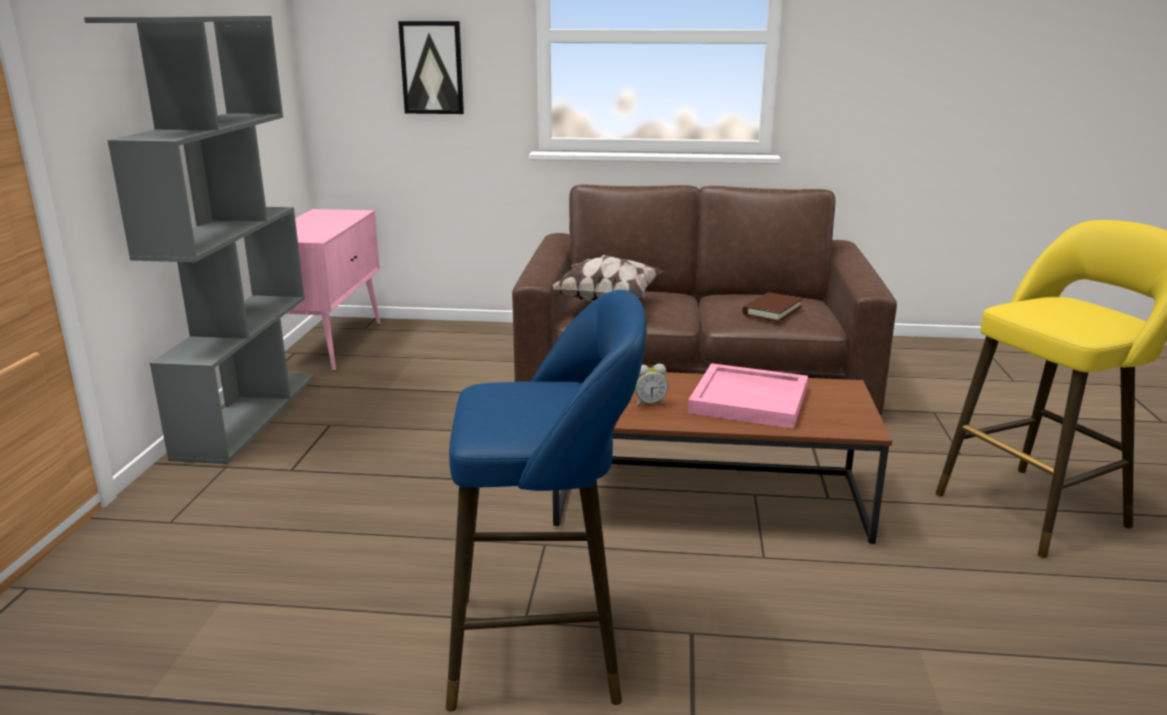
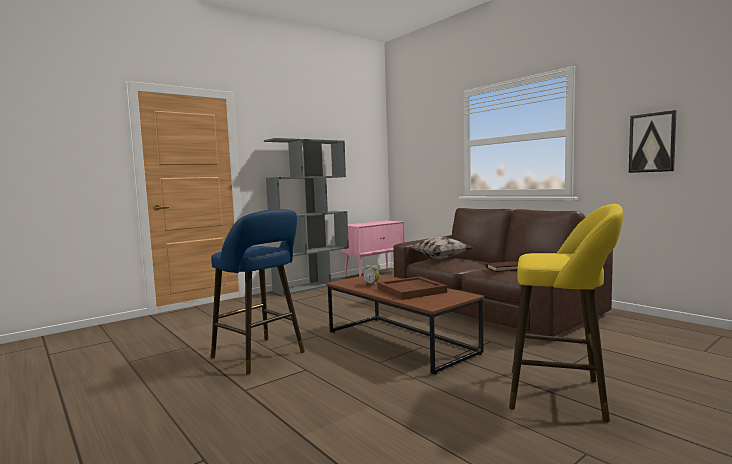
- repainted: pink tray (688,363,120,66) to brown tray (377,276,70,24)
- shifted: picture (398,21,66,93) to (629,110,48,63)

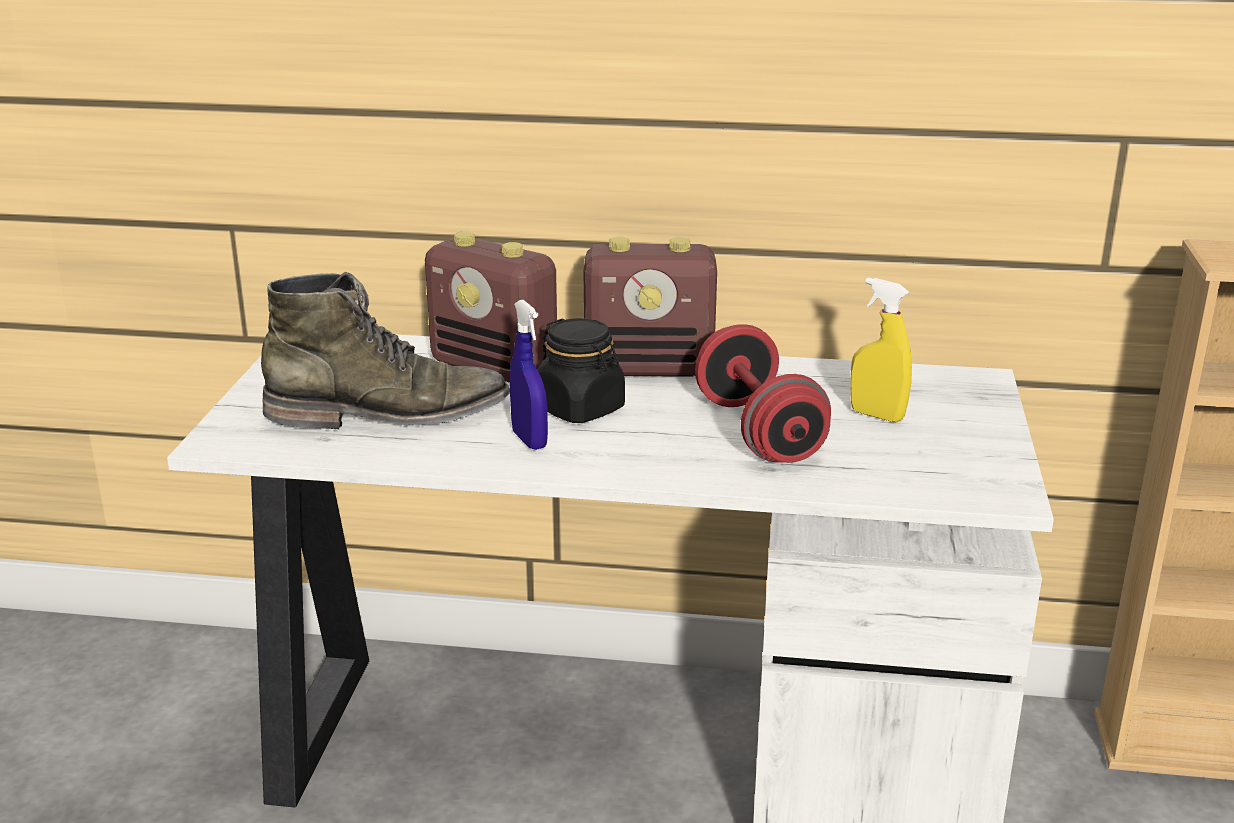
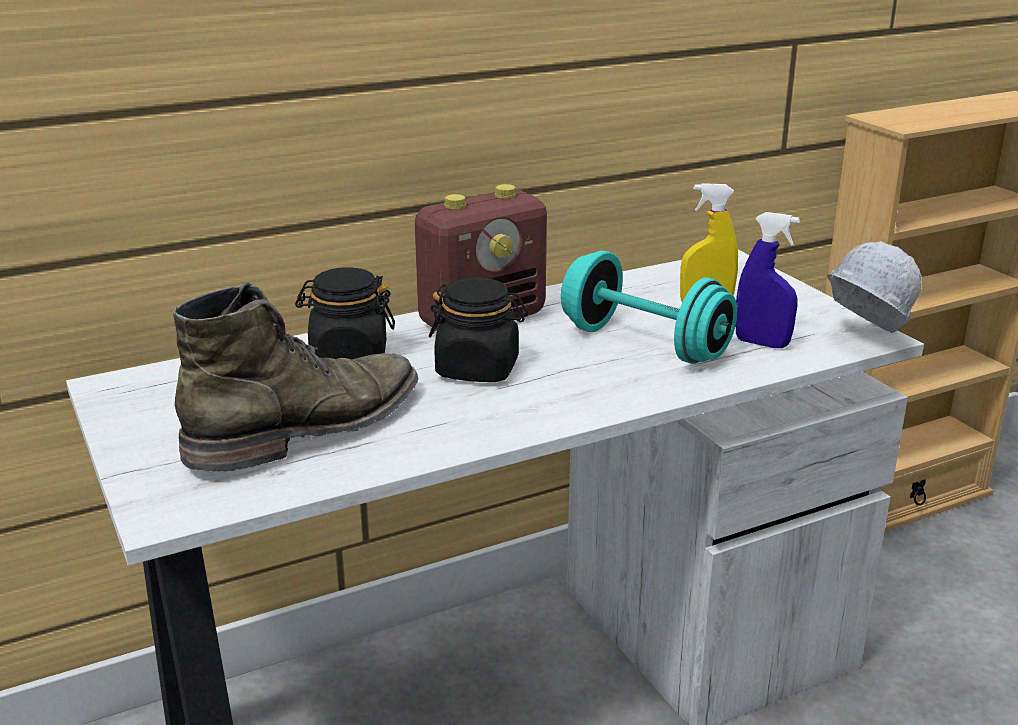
- swapped: radio (425,231,132,152) to black jar (295,267,100,93)
- repainted: red dumbbell (695,324,136,139) to turquoise dumbbell (561,251,176,113)
- shifted: blue spray bottle (510,300,38,150) to (736,212,64,136)
- new: white hard hat (827,241,95,92)

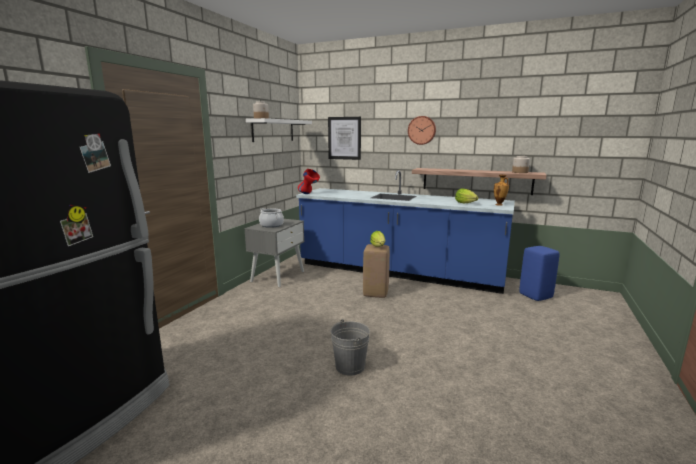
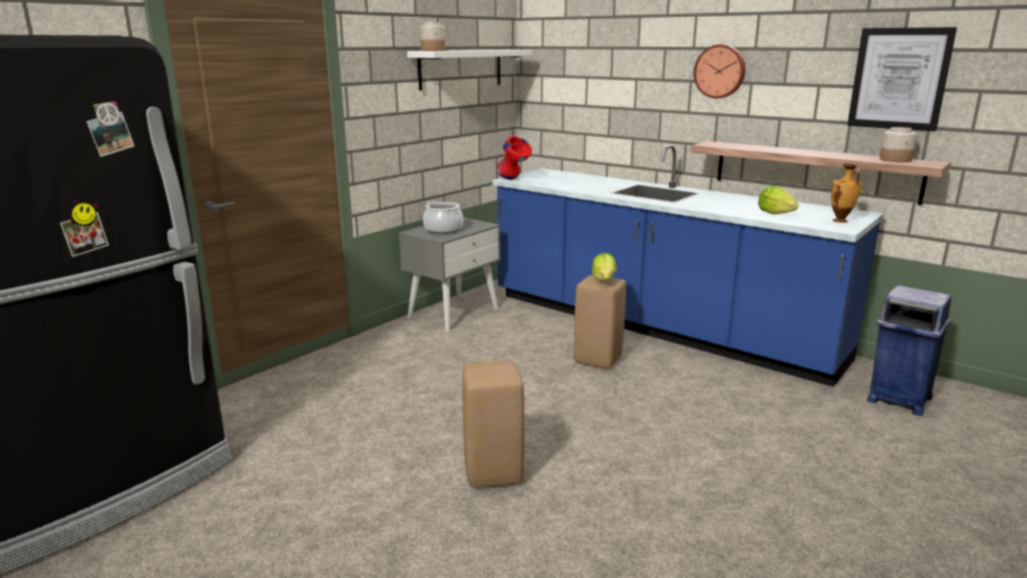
- swapped: grey bucket (330,319,40,57) to beige stool (462,361,62,127)
- shifted: picture (328,117,33,43) to (847,27,110,105)
- swapped: blue stool (519,246,41,55) to blue trash can (867,285,84,131)

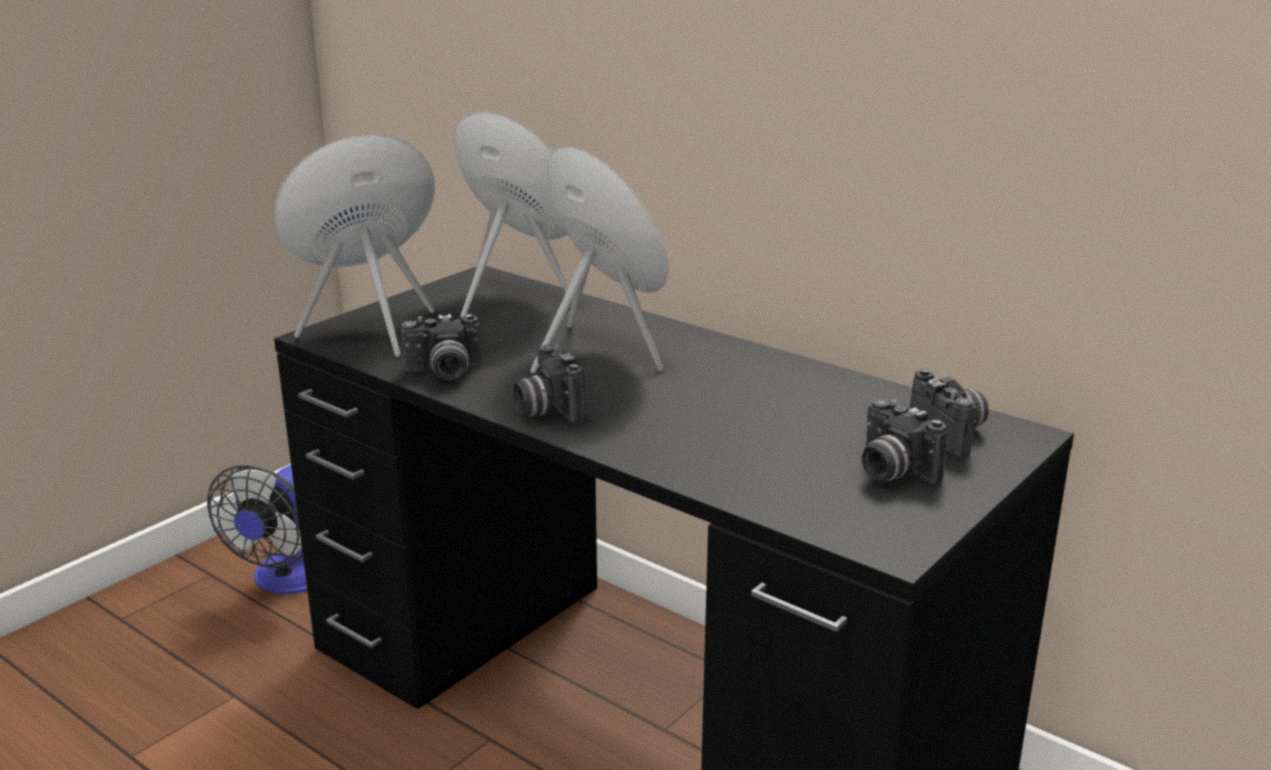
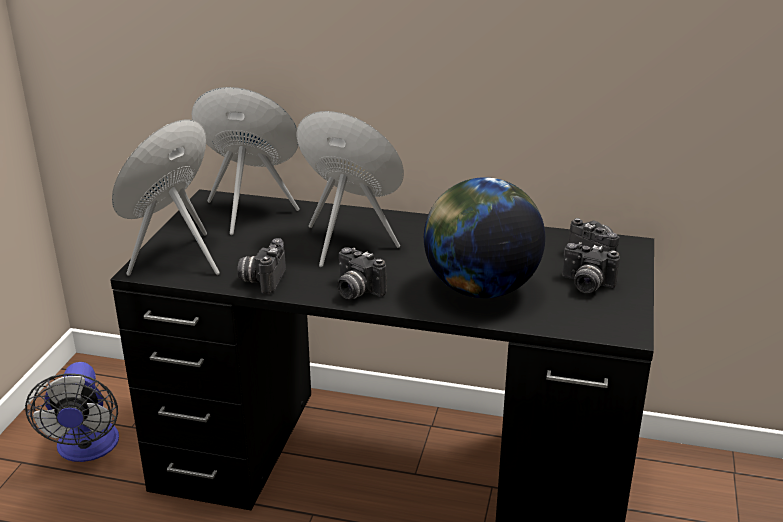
- rotated: photo camera (401,314,81,66) = (237,238,49,56) 135 degrees clockwise
- new: globe (424,177,121,121)

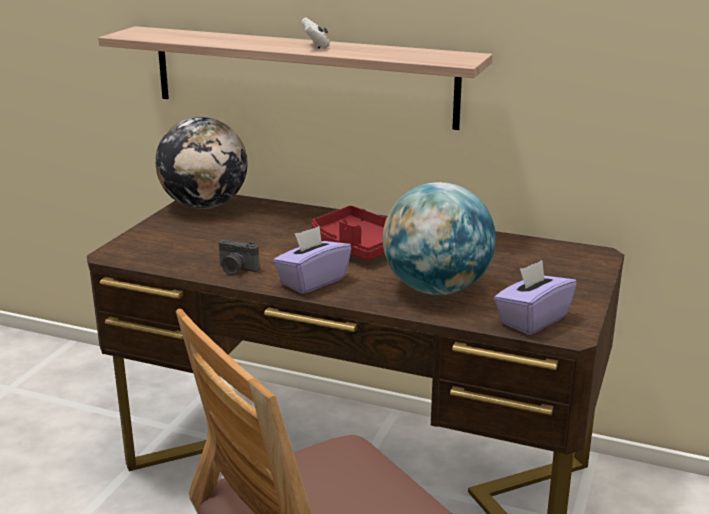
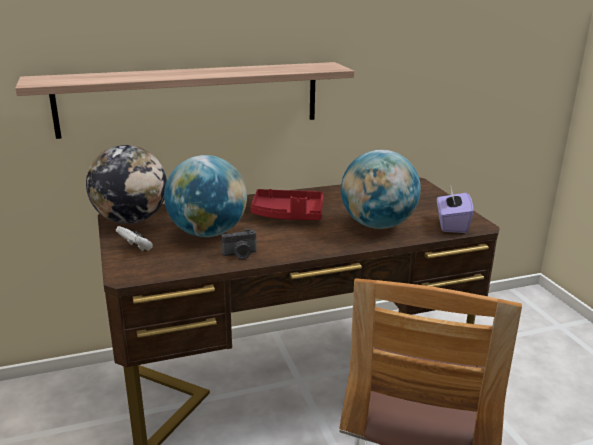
- shifted: white game controller (301,17,29,32) to (116,226,37,25)
- new: globe (164,155,83,82)
- gone: purple tissue box (273,226,79,68)

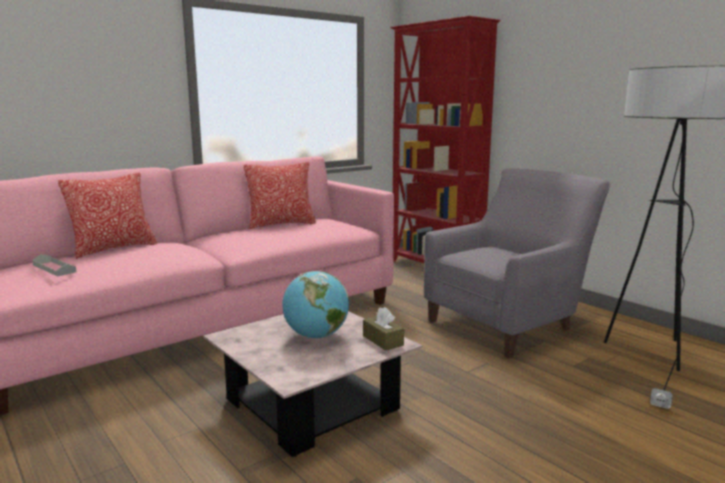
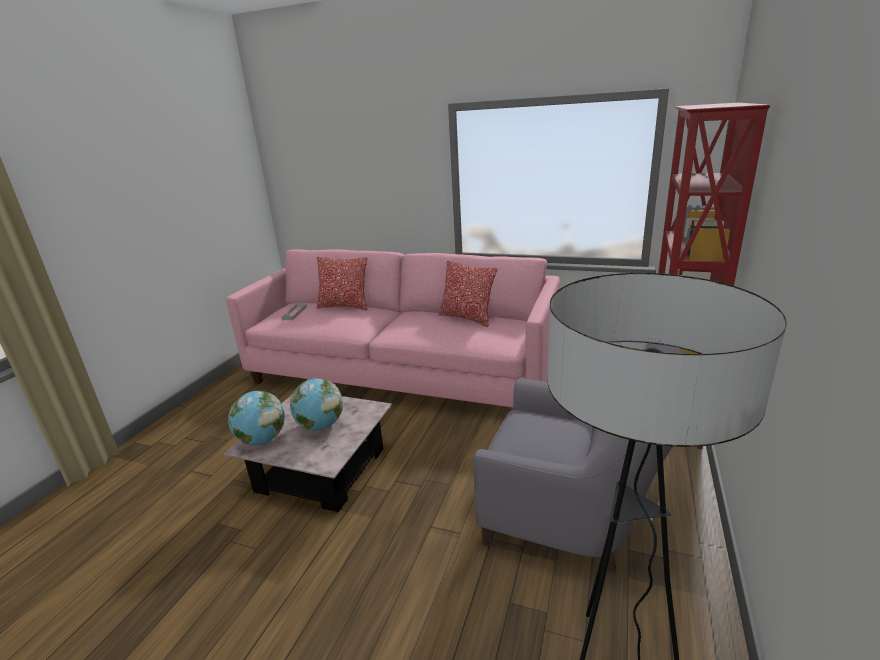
- new: globe (228,391,57,54)
- gone: brown tissue box (363,307,41,44)

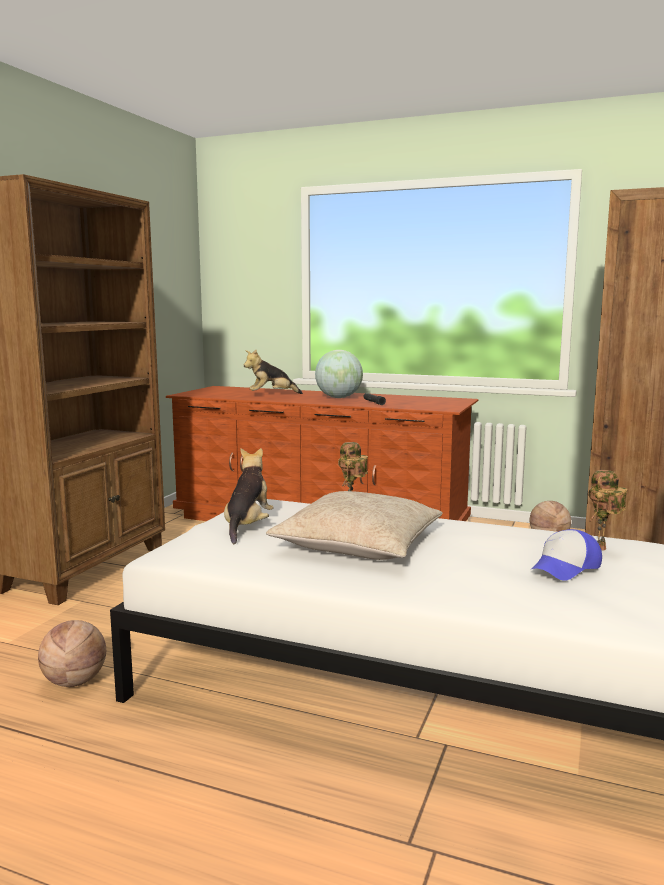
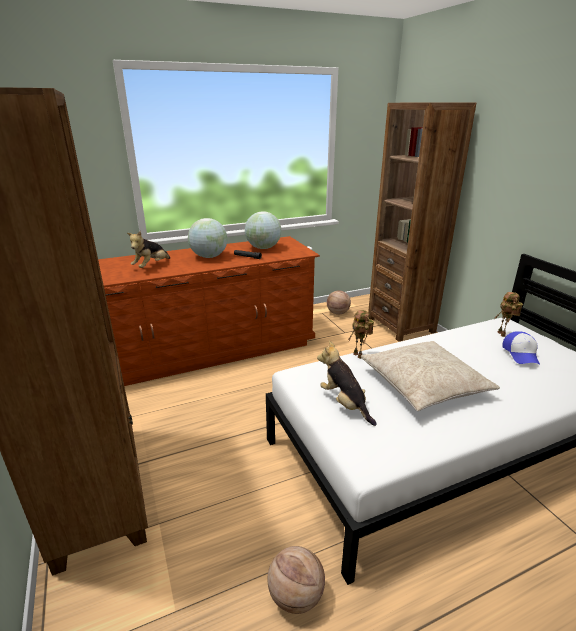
- new: globe (245,211,36,38)

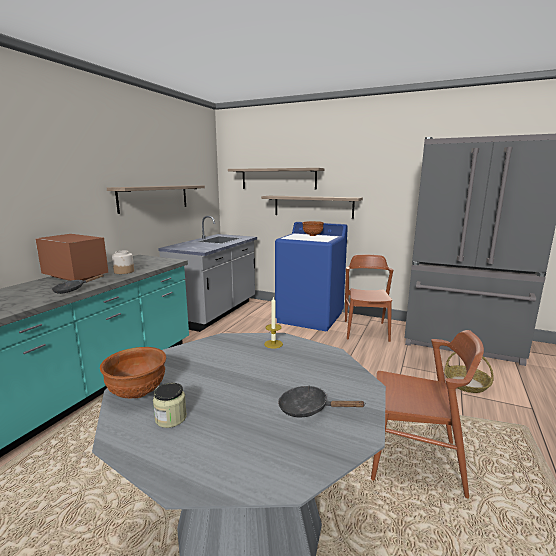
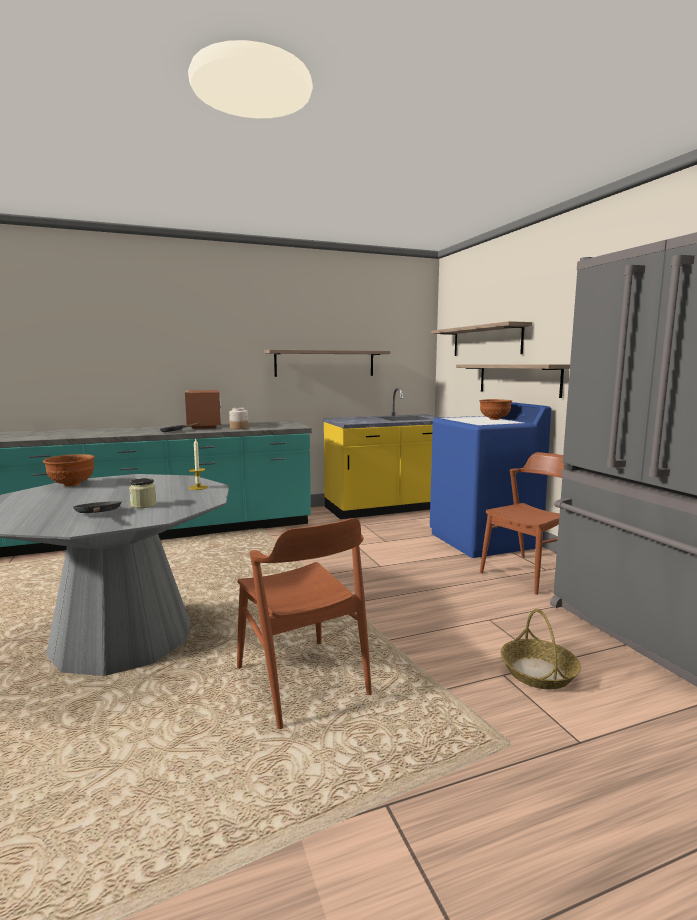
- shifted: jar (153,383,34,45) to (129,478,27,30)
- repainted: grey counter (158,216,99,116) to yellow counter (323,388,120,131)

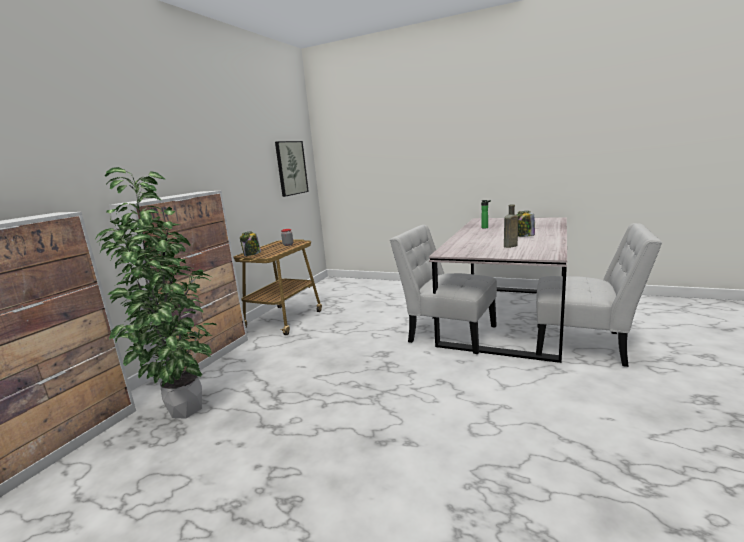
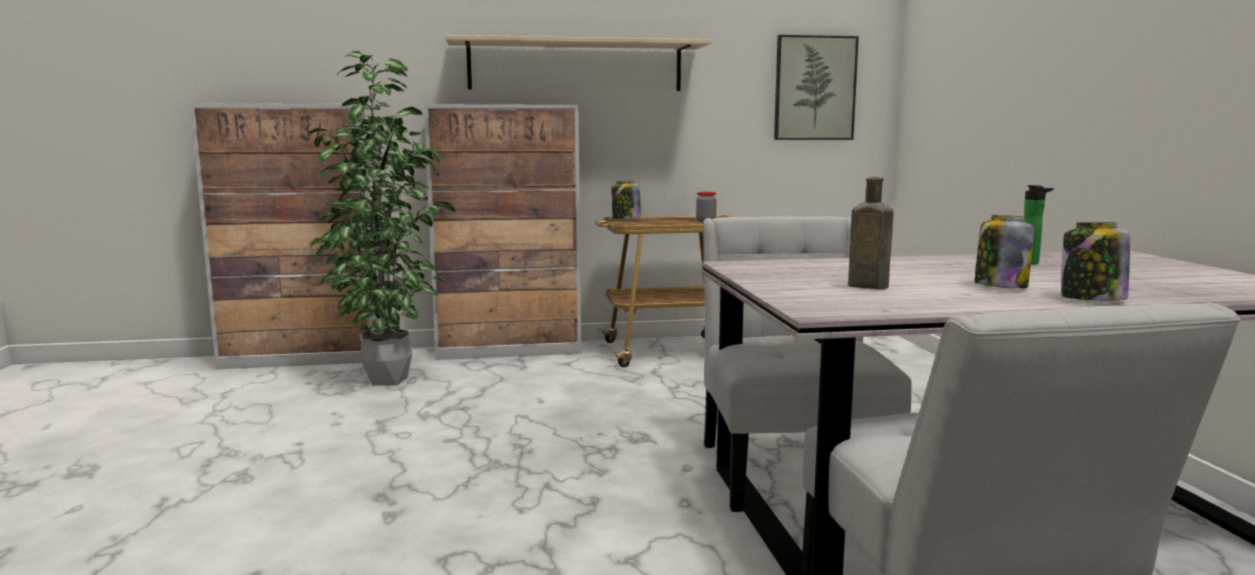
- new: beige shelf (445,35,266,56)
- new: jar (1061,222,69,78)

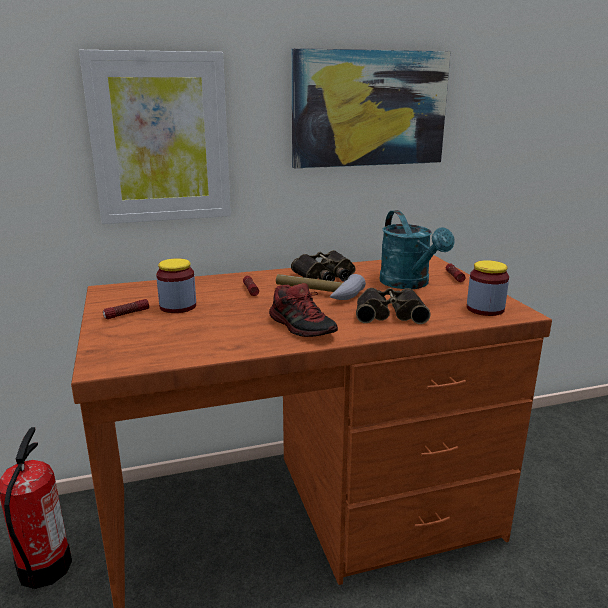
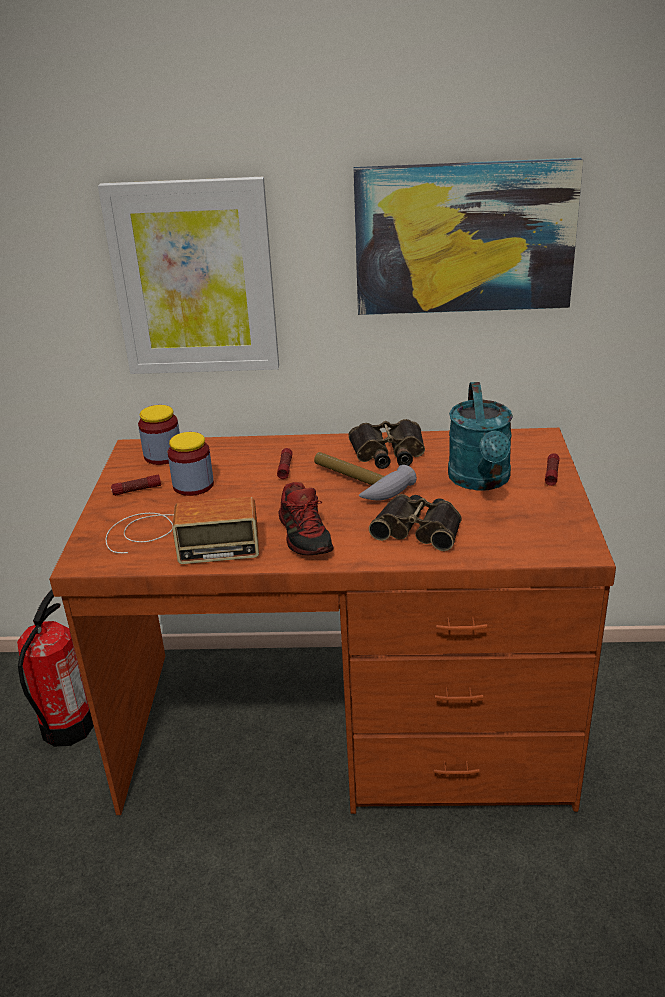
- new: radio (106,497,153,67)
- shifted: jar (467,260,42,56) to (138,405,42,60)

